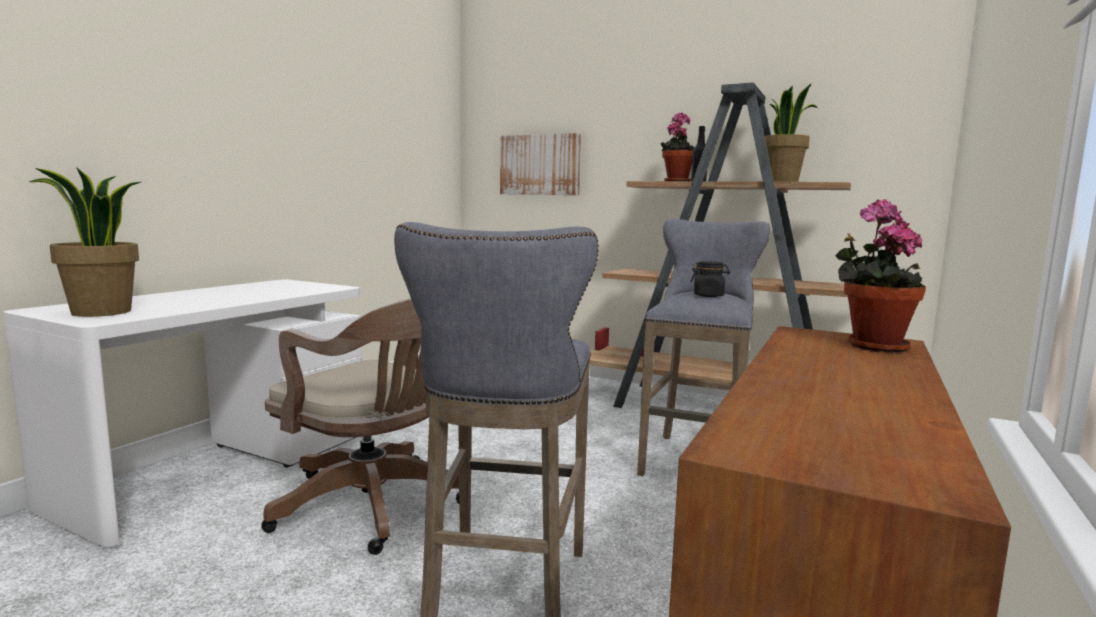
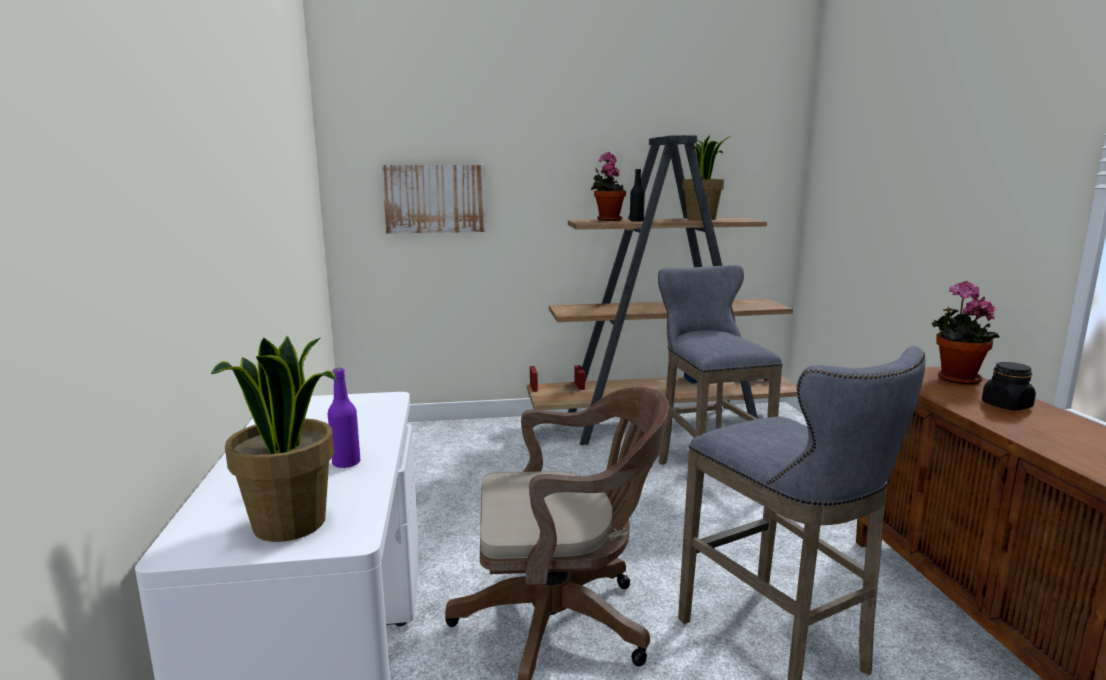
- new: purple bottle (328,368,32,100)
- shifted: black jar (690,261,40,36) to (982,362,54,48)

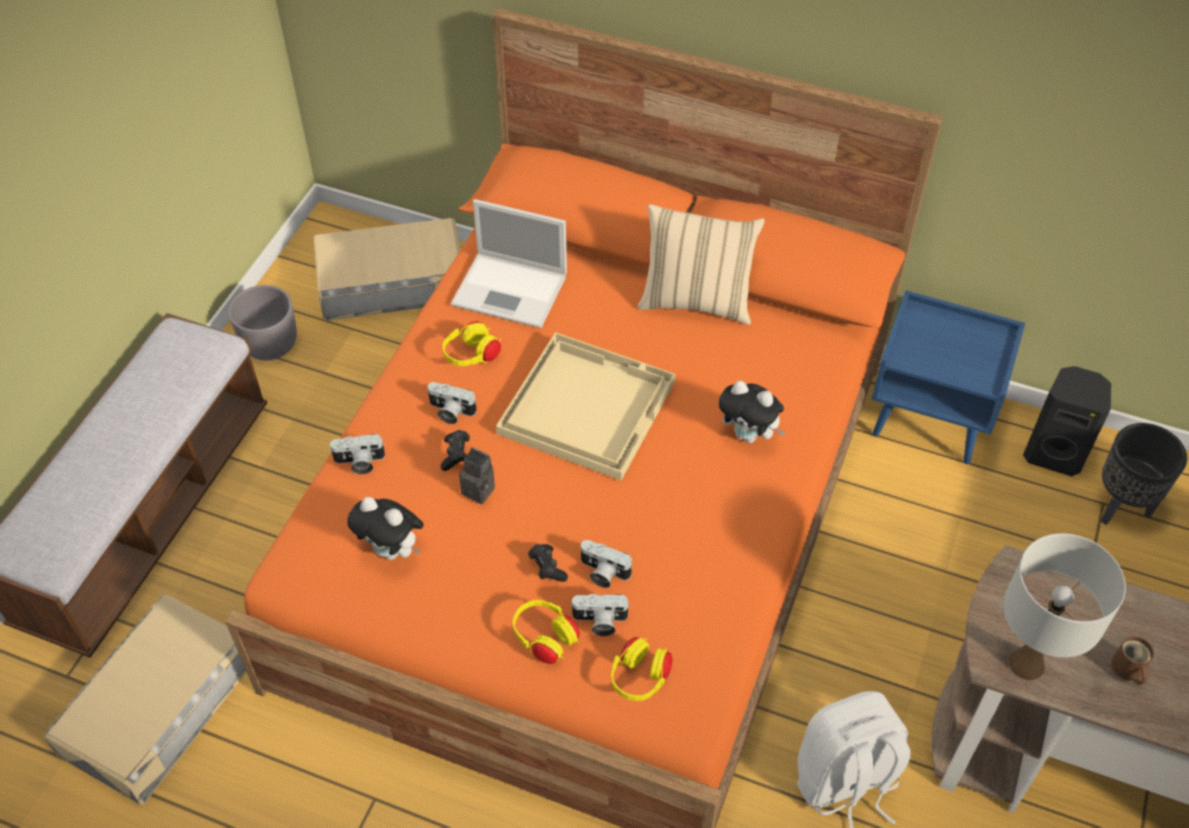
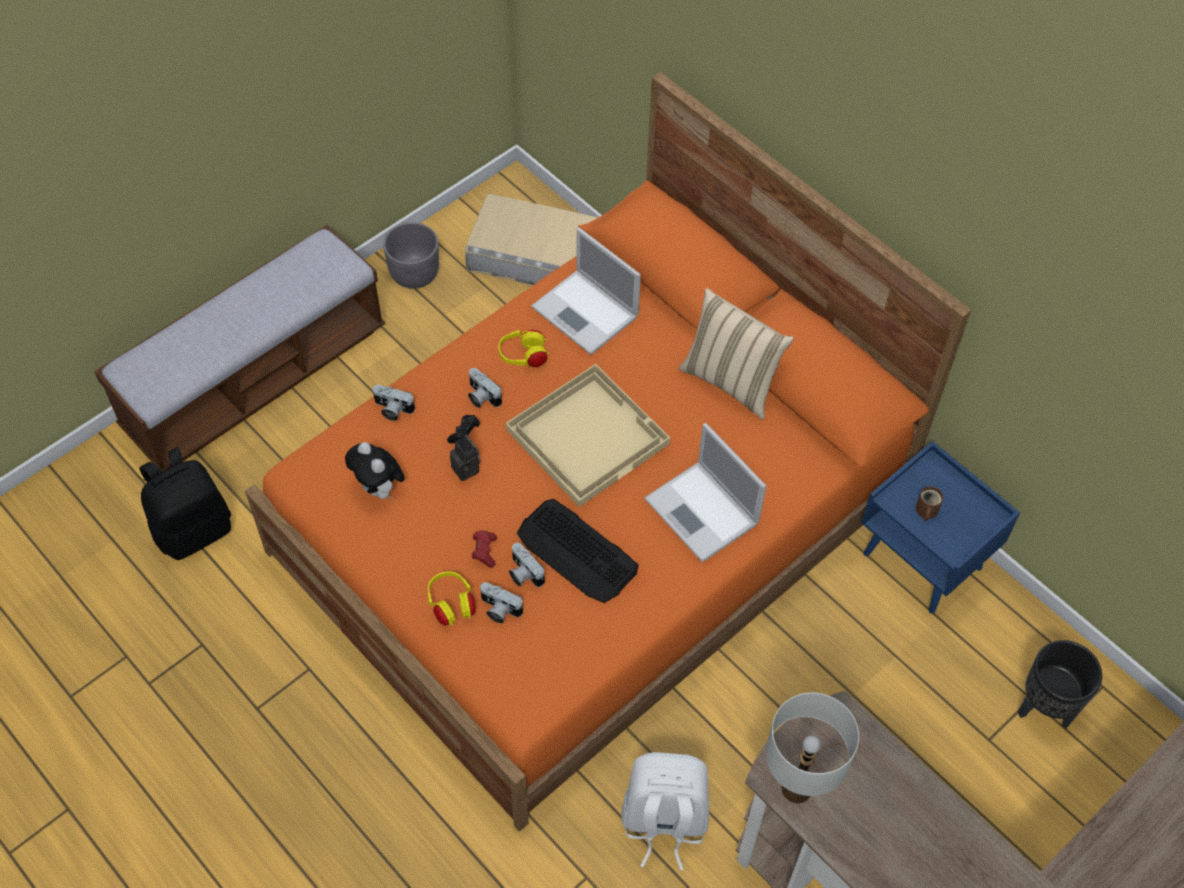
- swapped: beige storage box (44,594,202,211) to black backpack (139,447,92,113)
- repainted: black game controller (528,544,40,38) to red game controller (472,530,25,38)
- new: keyboard (517,499,121,104)
- swapped: plush toy (719,381,66,62) to laptop (644,423,122,139)
- shifted: brown mug (1111,636,43,49) to (916,487,27,34)
- gone: yellow headphones (611,637,62,64)
- gone: black speaker (1023,366,88,111)

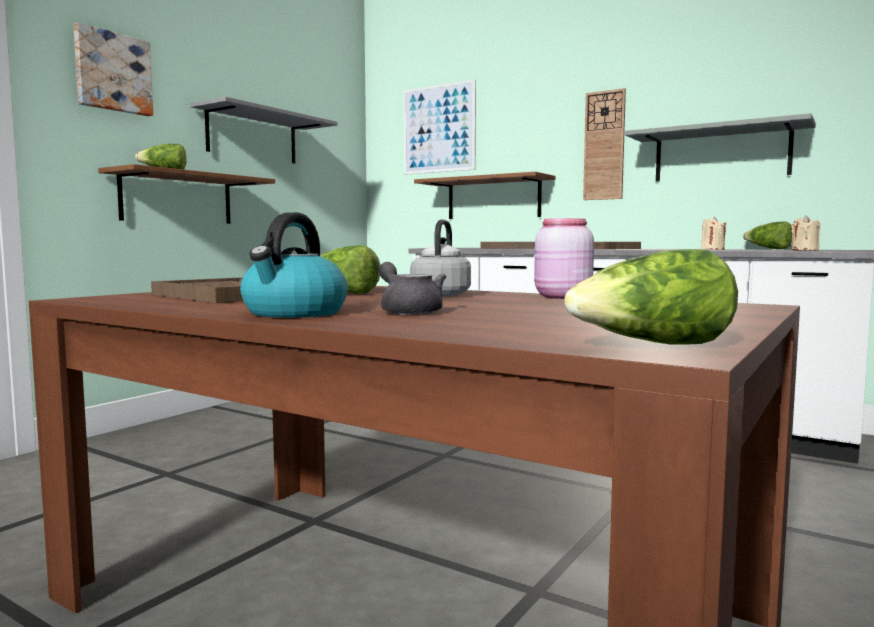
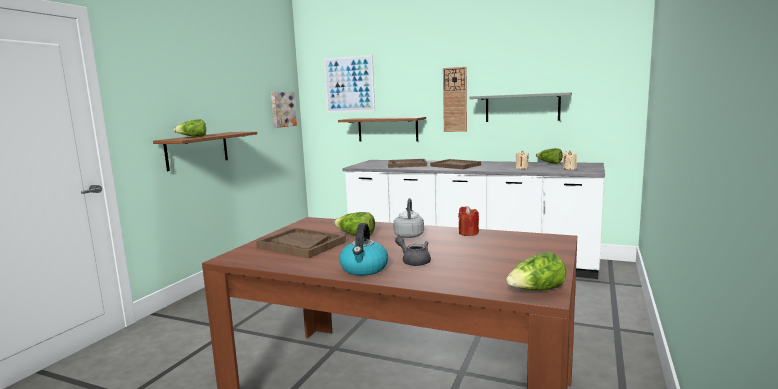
- shifted: picture (73,22,80,94) to (271,92,26,36)
- swapped: pink jar (534,218,60,81) to red candle (458,206,21,30)
- gone: grey shelf (190,96,148,67)

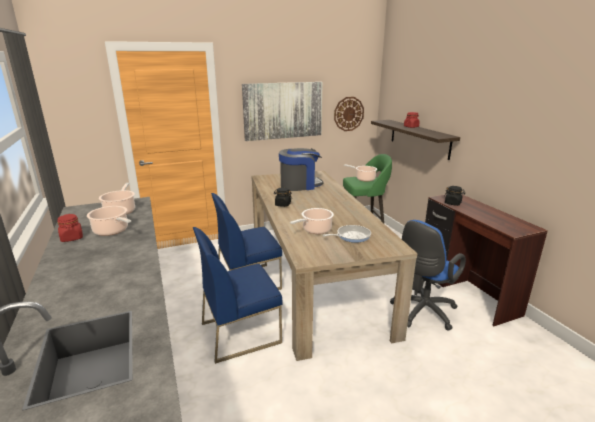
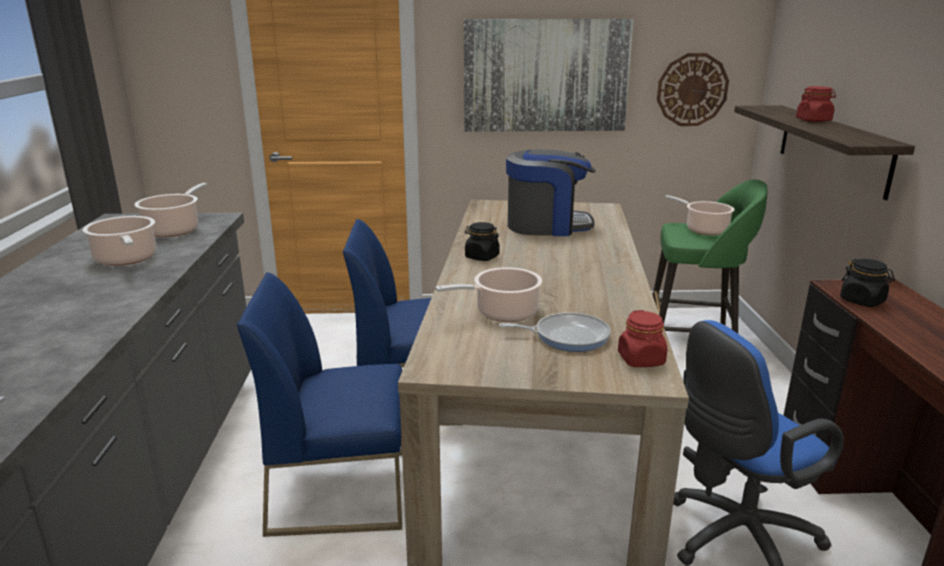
- shifted: red jar (57,214,26,28) to (618,310,49,57)

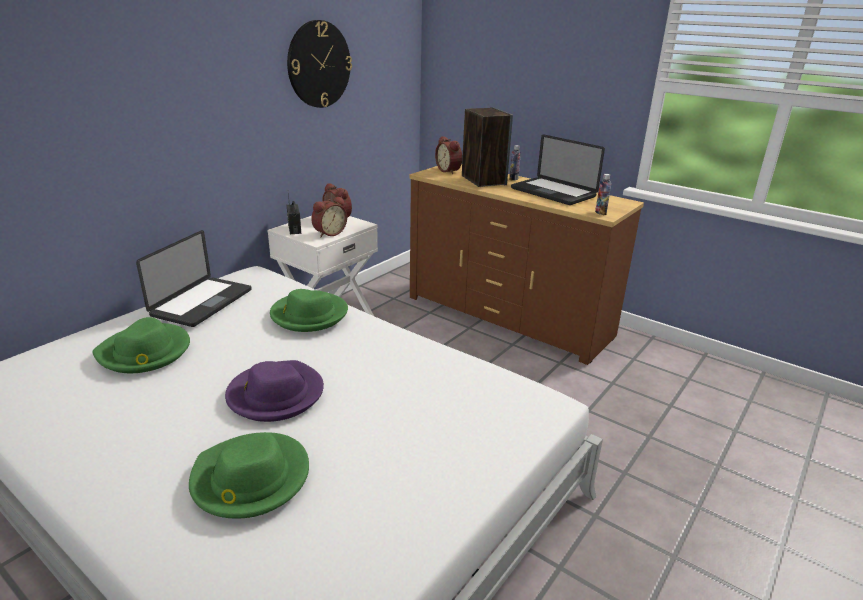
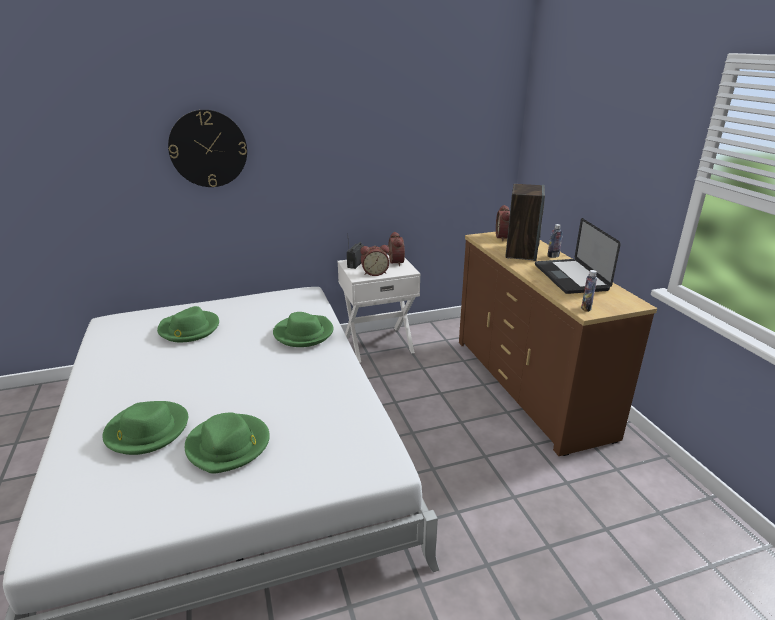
- shifted: wall clock (287,20,65,88) to (168,110,79,77)
- new: green hat (185,413,85,60)
- gone: laptop (136,230,115,97)
- gone: purple hat (225,360,99,62)

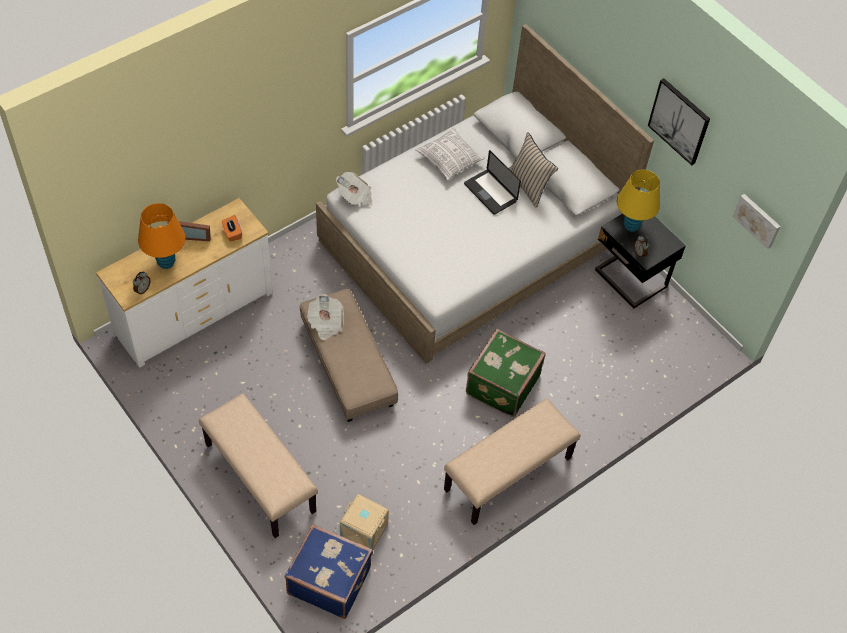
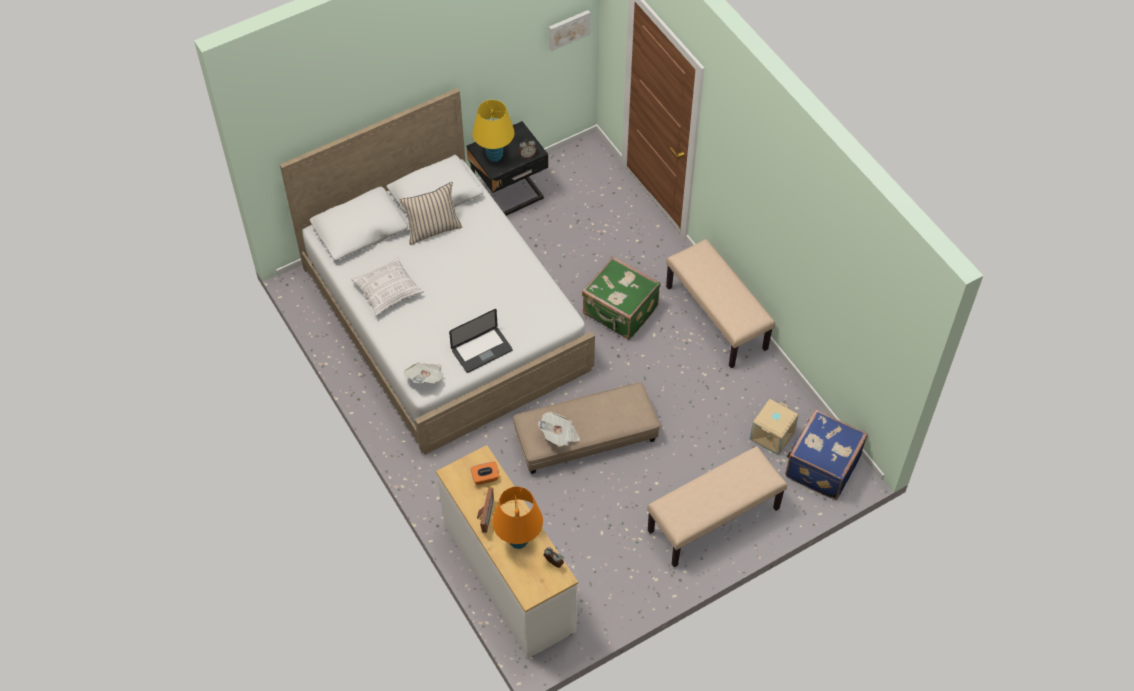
- shifted: laptop (464,150,57,65) to (449,309,64,64)
- gone: picture (648,78,62,87)

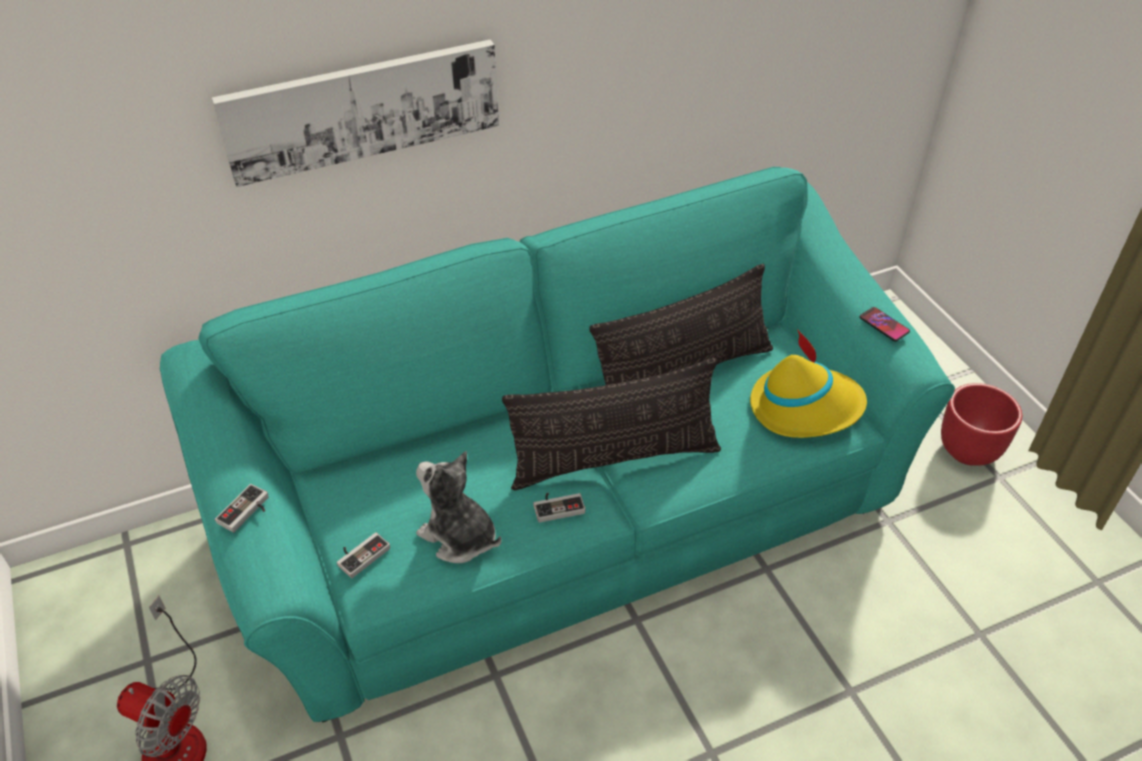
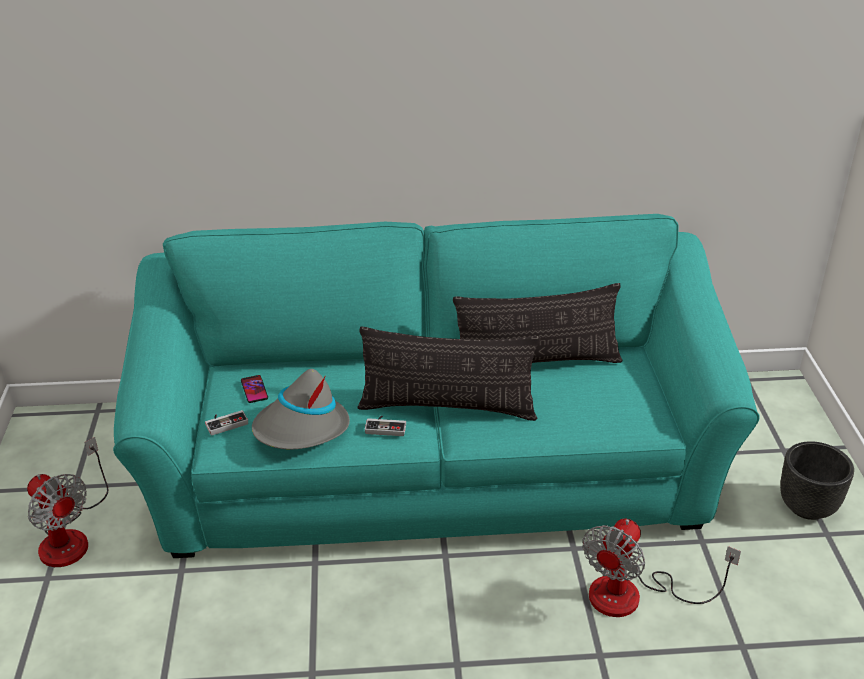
- shifted: phone (859,307,51,34) to (241,375,27,28)
- swapped: plush toy (416,451,86,112) to grey hat (252,369,98,81)
- new: fan (582,518,159,99)
- repainted: red planter (941,383,81,83) to black planter (780,441,74,79)
- gone: picture (212,40,287,147)
- gone: game controller (215,484,53,48)
- gone: yellow hat (750,329,117,109)

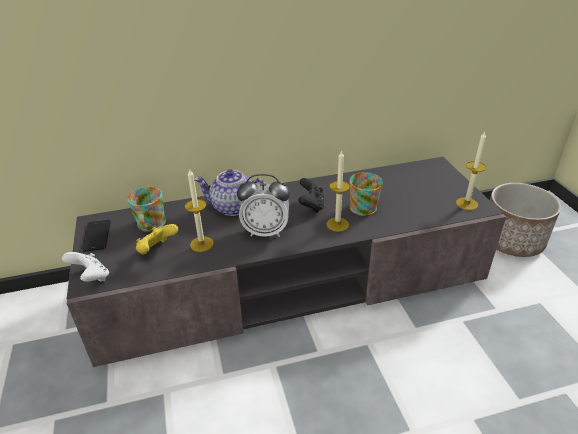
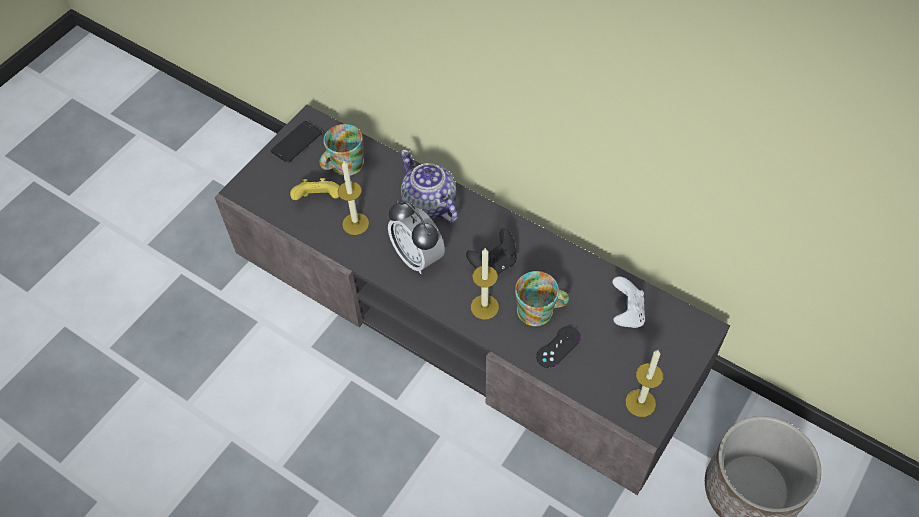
- new: black game controller (536,326,45,42)
- shifted: white game controller (62,252,47,30) to (612,276,33,52)

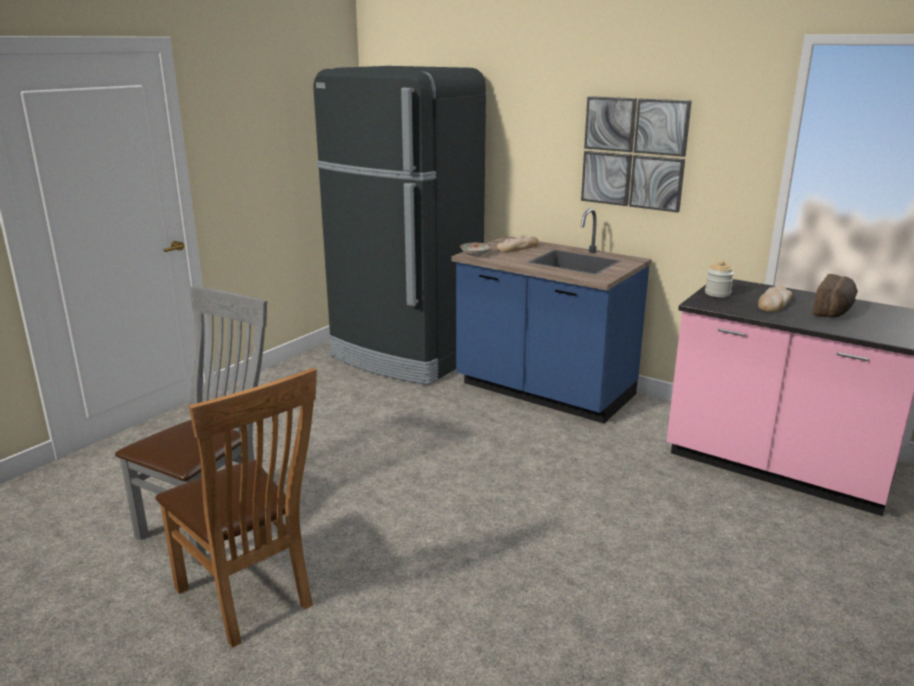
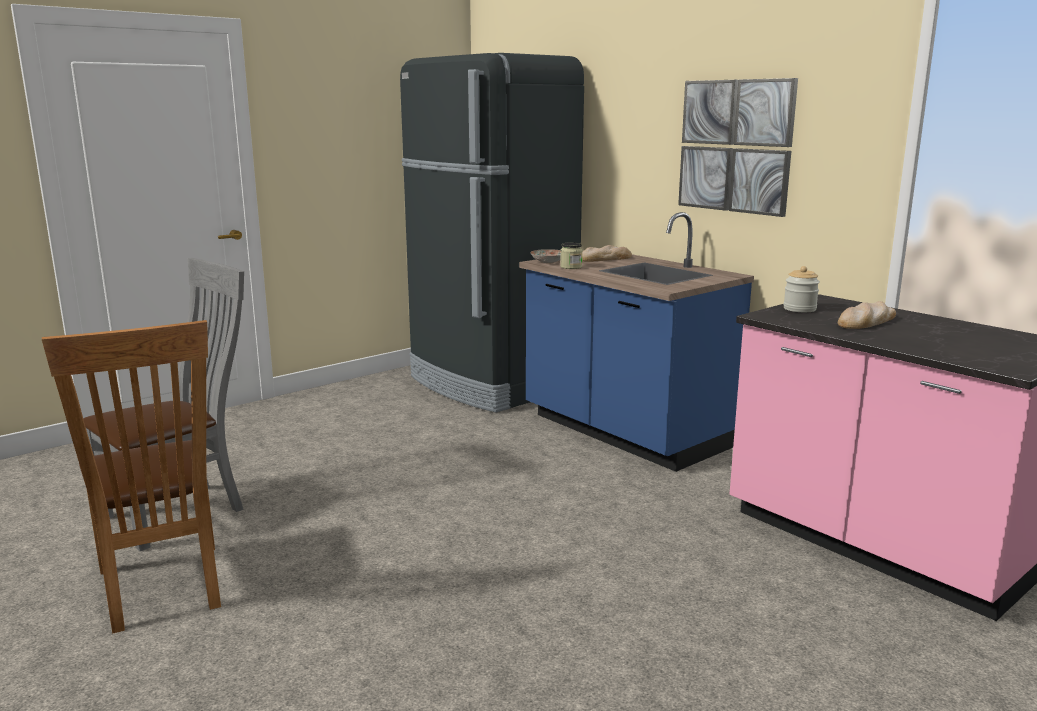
- new: jar (560,243,23,26)
- gone: bread (813,274,45,44)

